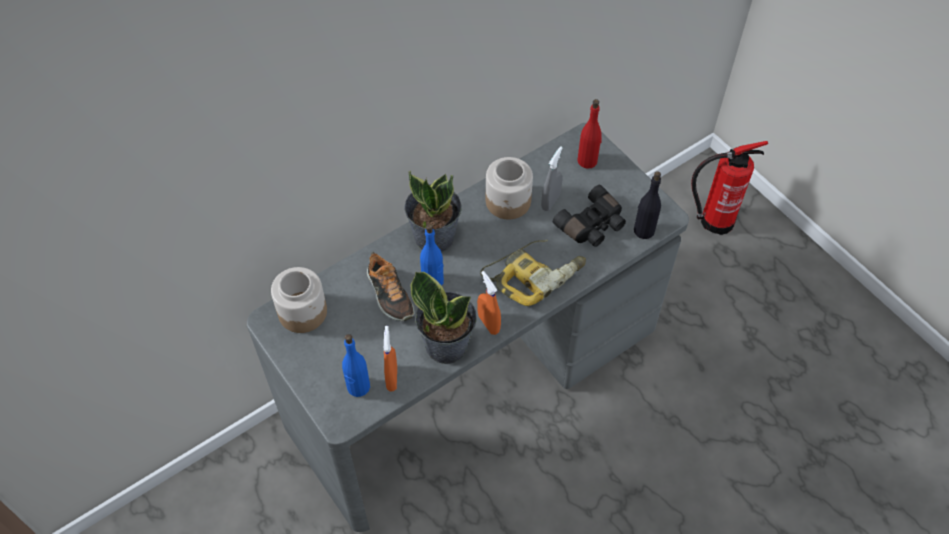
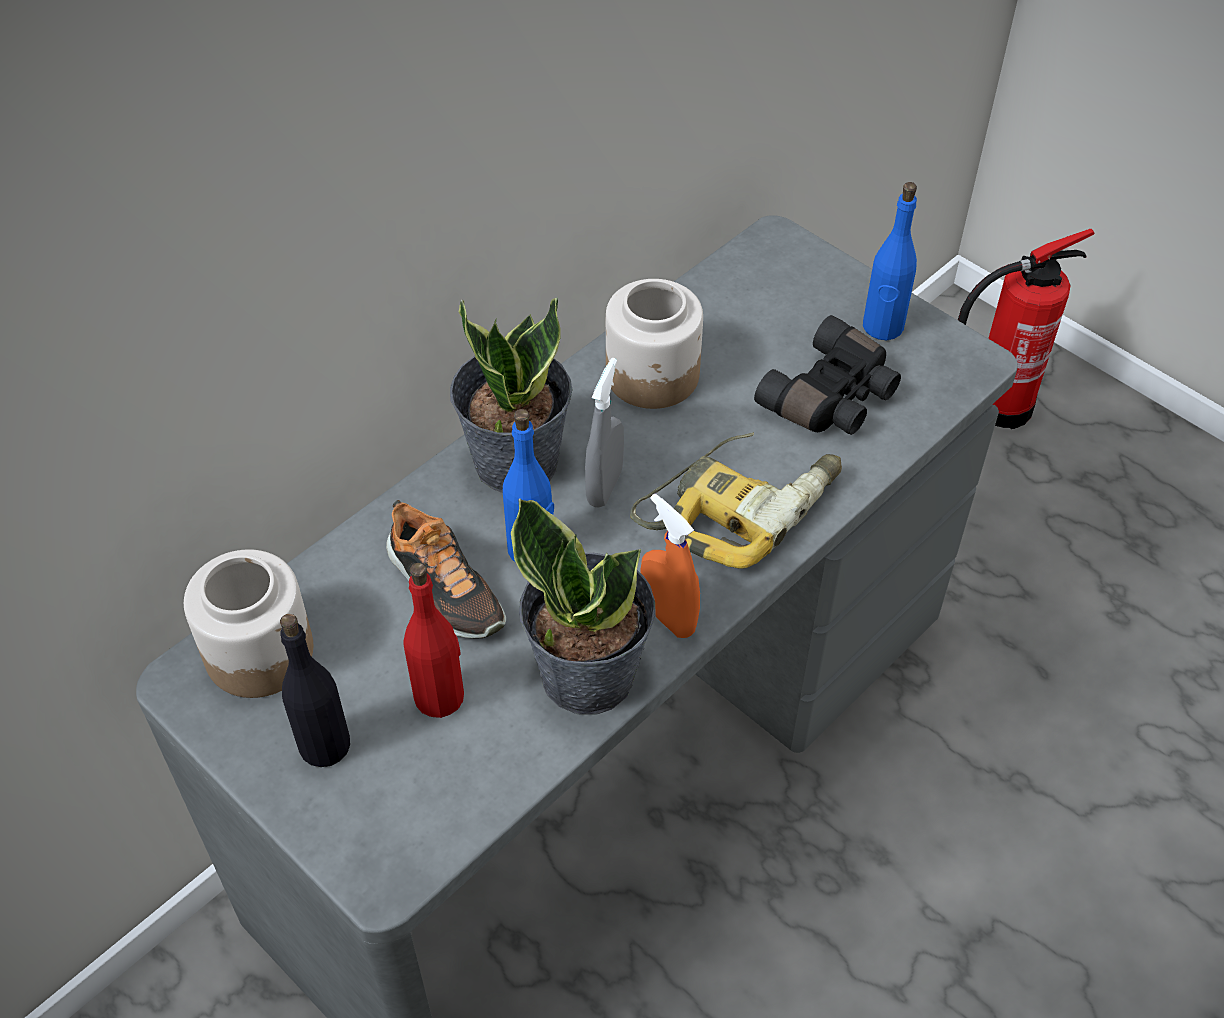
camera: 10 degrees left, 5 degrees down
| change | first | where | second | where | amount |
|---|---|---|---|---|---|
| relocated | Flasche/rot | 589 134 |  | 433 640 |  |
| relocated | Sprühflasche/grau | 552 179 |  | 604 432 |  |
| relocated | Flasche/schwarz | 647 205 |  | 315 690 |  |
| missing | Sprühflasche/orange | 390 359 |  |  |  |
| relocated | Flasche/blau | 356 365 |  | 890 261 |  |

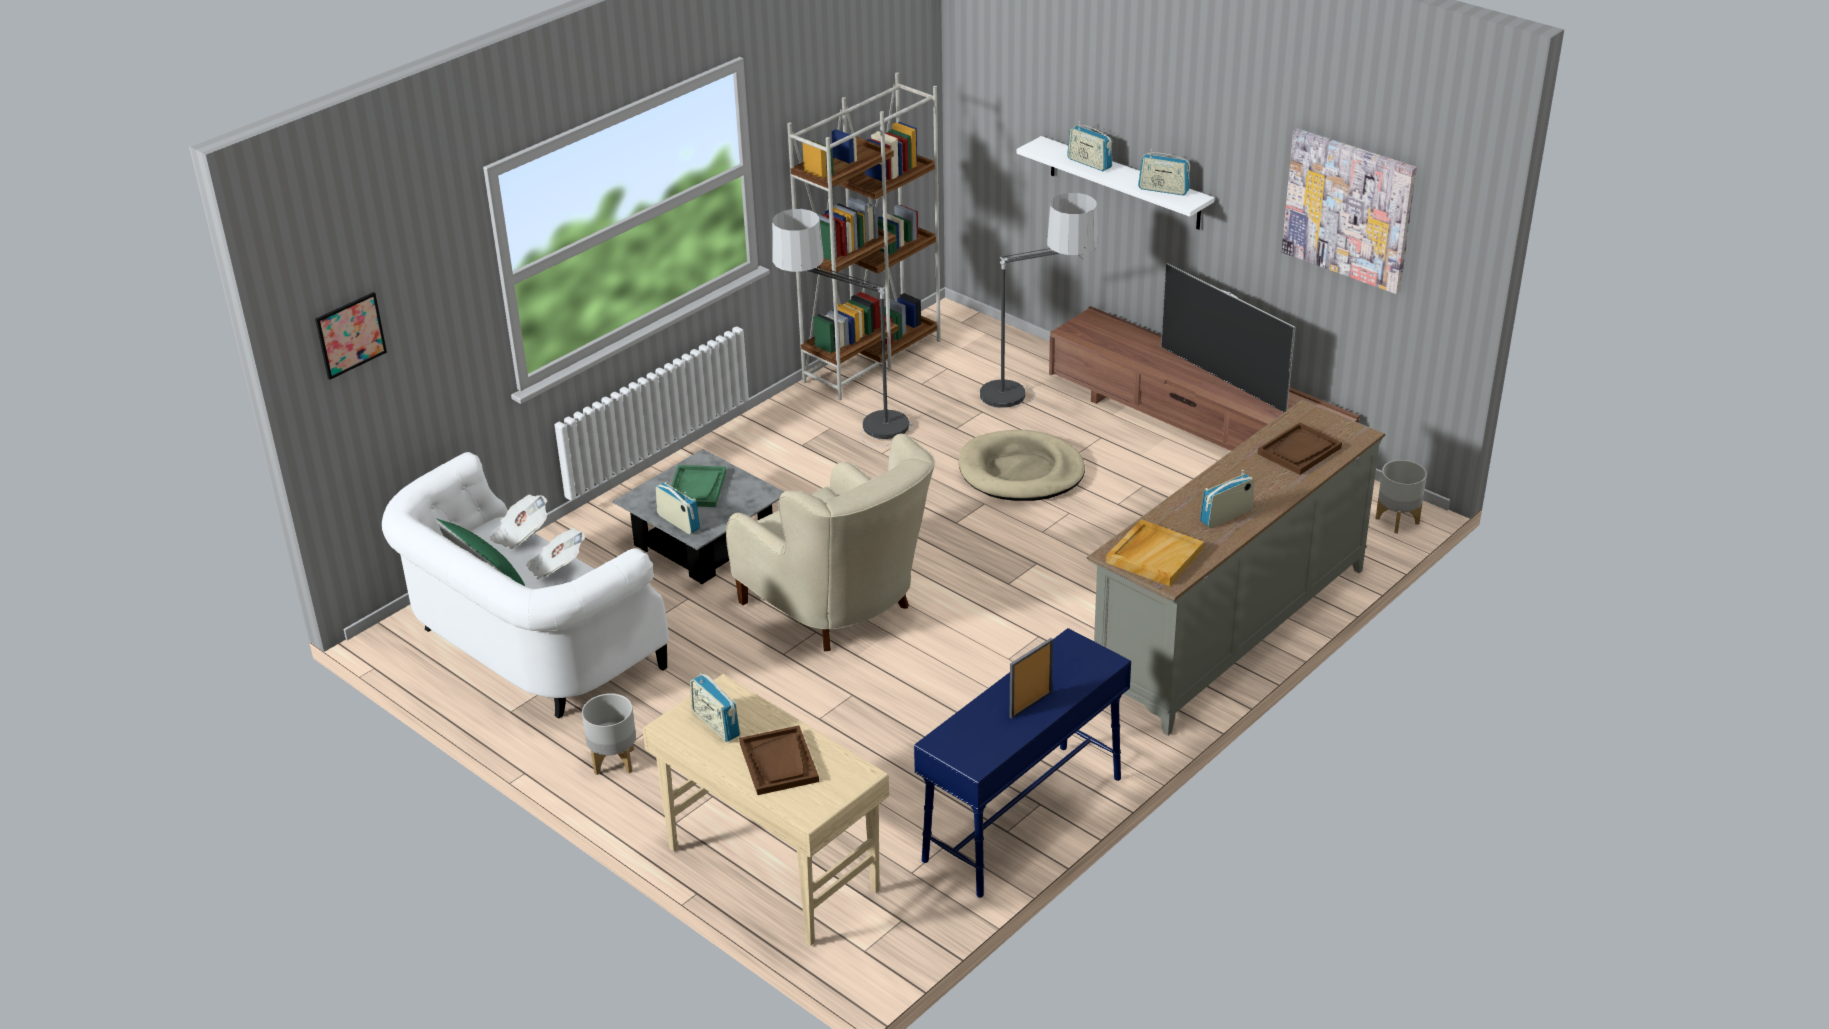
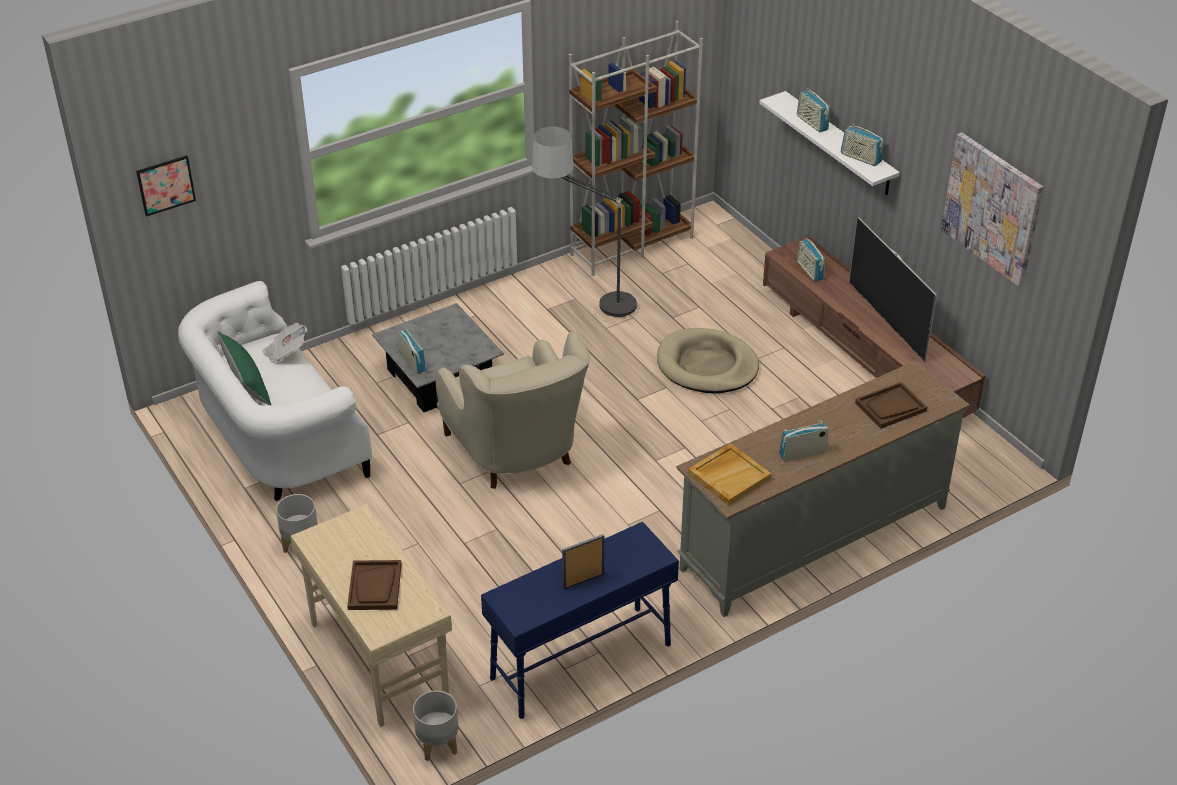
camera: 15 degrees right, 5 degrees up
| change | first | where | second | where | amount |
|---|---|---|---|---|---|
| missing | Stehlampe | 1038 300 |  |  |  |
| relocated | Pflanzkübel/grau | 1401 496 |  | 435 725 |  |
| missing | Tablett/grün | 698 486 |  |  |  |
| missing | Zeitung | 555 553 |  |  |  |
| relocated | Radio | 715 707 |  | 811 259 |  |

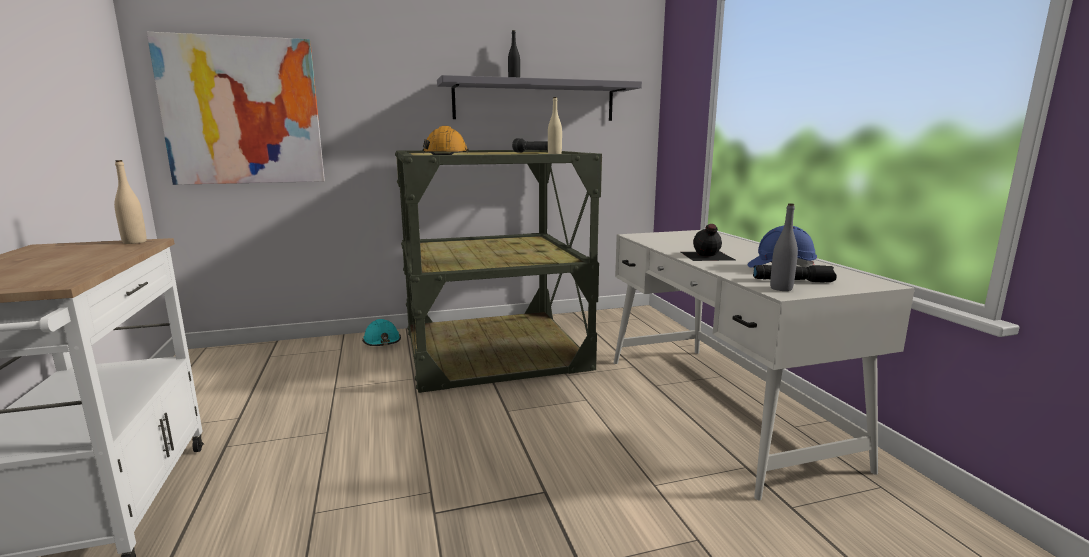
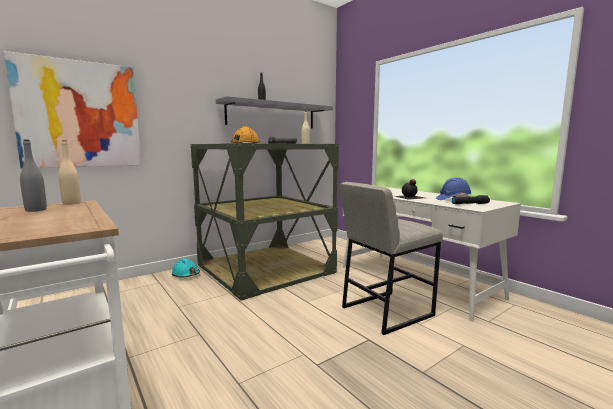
camera: 20 degrees left, 5 degrees down
| change | first | where | second | where | amount |
|---|---|---|---|---|---|
| relocated | Flasche/grau | 784 247 |  | 33 176 |  |
| appeared |  |  | Stuhl/grau | 391 258 |  |

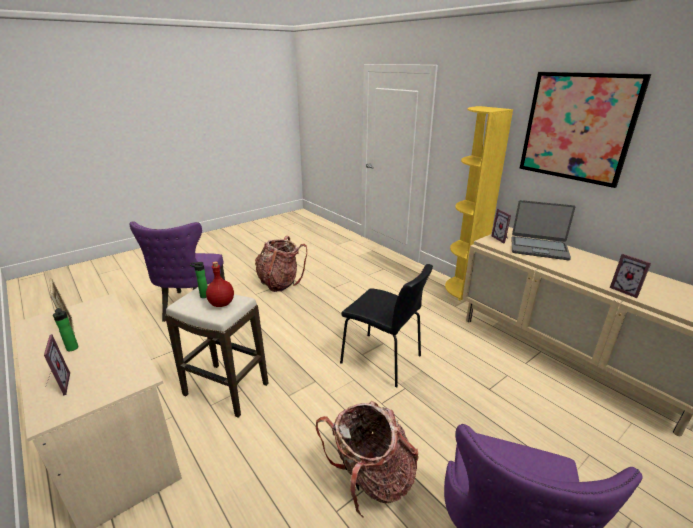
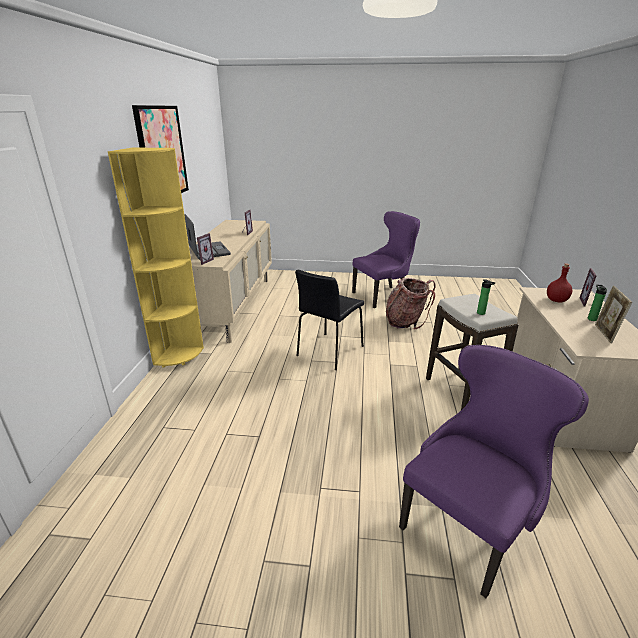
camera: 135 degrees left, 0 degrees up
| change | first | where | second | where | amount |
|---|---|---|---|---|---|
| missing | Rucksack | 281 264 |  |  |  |
| relocated | Flasche/rot | 220 284 |  | 559 282 |  |
| spun | Stuhl/schwarz | 386 325 |  | 329 320 | 135 degrees counterclockwise |

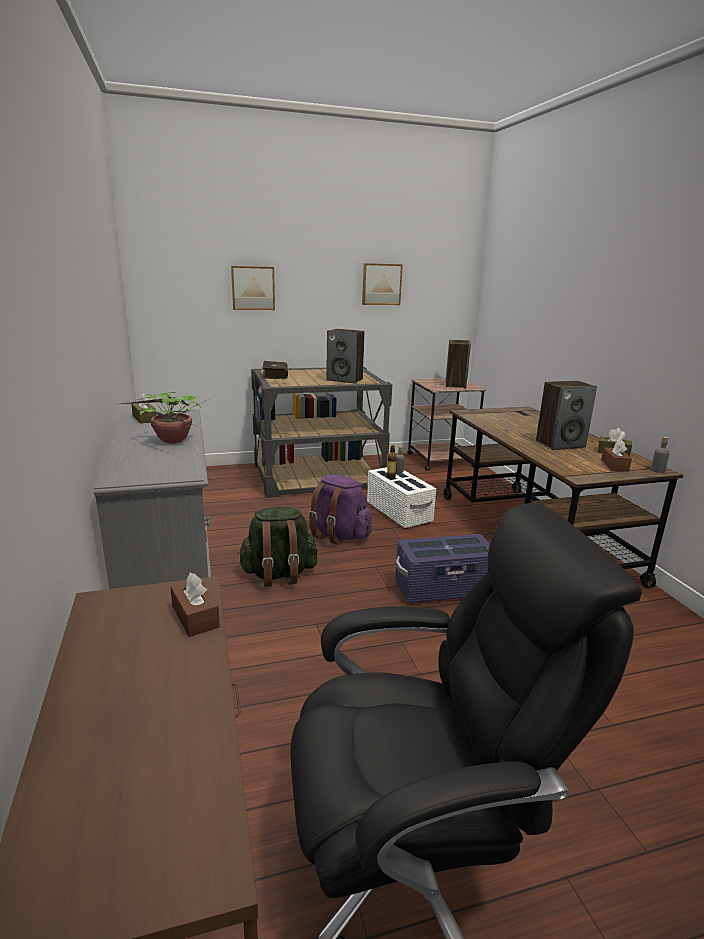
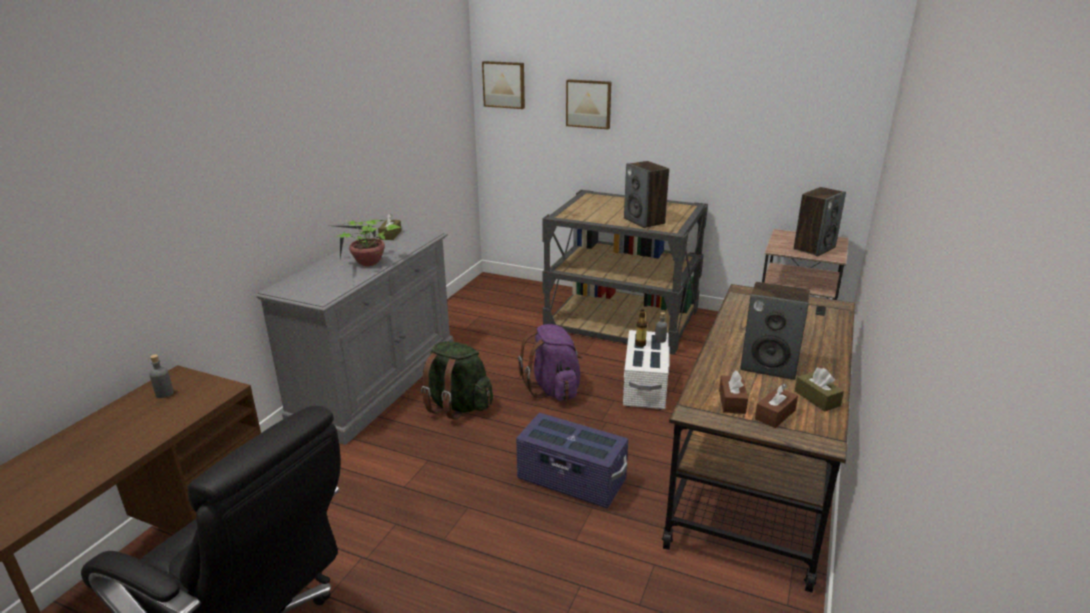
camera: 40 degrees right, 5 degrees up
| change | first | where | second | where | amount |
|---|---|---|---|---|---|
| relocated | Bild | 382 284 |  | 503 85 |  |
| missing | Buch | 275 370 |  |  |  |
| relocated | Flasche/grau | 660 455 |  | 161 376 |  |
| relocated | Taschentuchbox/braun | 195 605 |  | 733 392 |  |

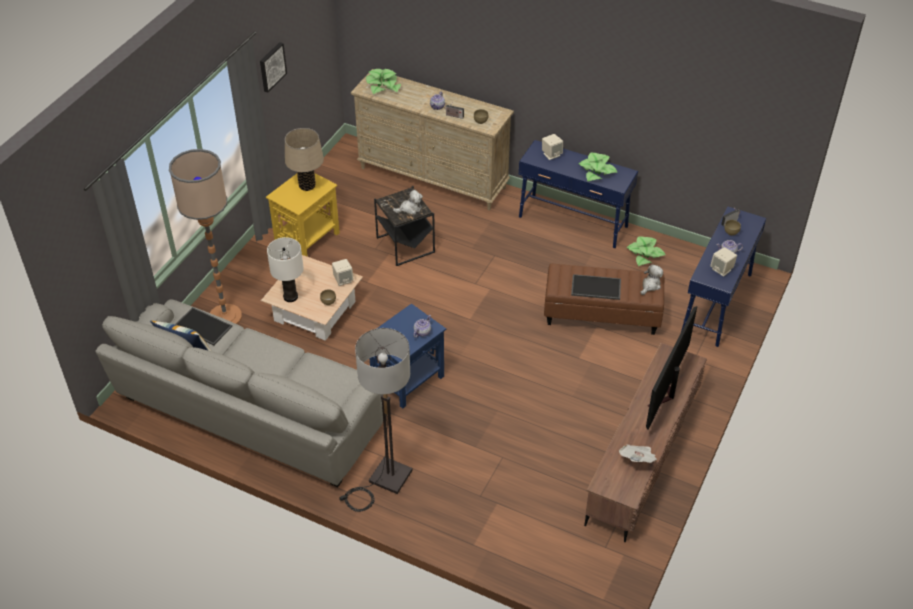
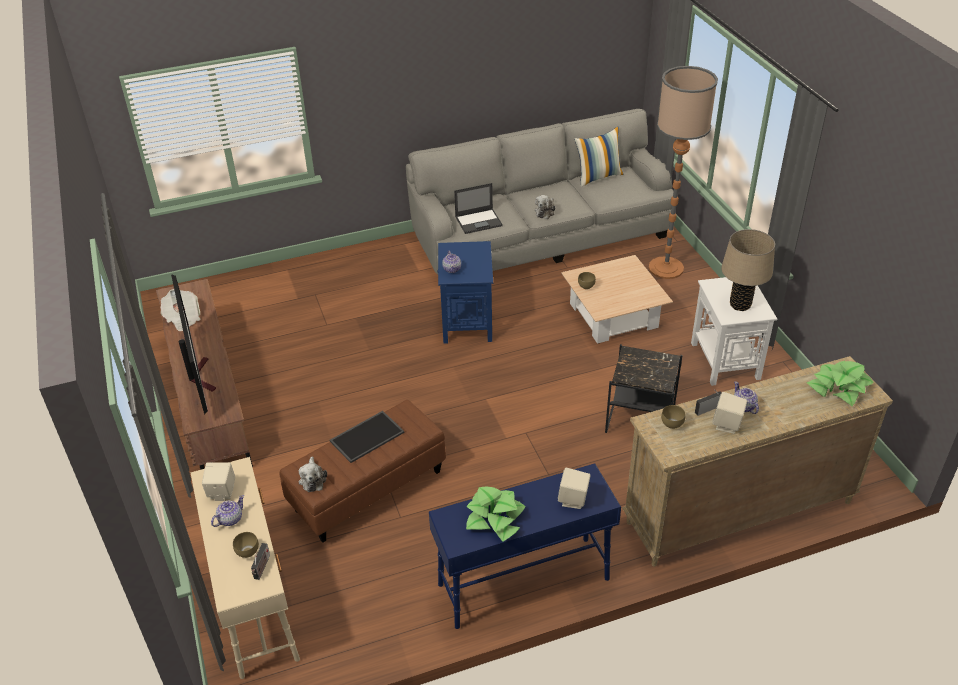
camera: 135 degrees right, 5 degrees down
| change | first | where | second | where | amount |
|---|---|---|---|---|---|
| missing | Bild | 273 67 |  |  |  |
| colour | Beistelltisch/gelb | 303 215 | Beistelltisch/weiß | 734 331 |  |
| relocated | Plüschtier | 408 202 |  | 545 207 |  |
| colour | Konsolentisch/blau | 723 276 | Konsolentisch/beige | 245 568 |  |
| missing | Topfpflanze | 645 251 |  |  |  |
| missing | Tischlampe/weiß | 285 269 |  |  |  |
| relocated | Lautsprecher/beige | 343 272 |  | 729 413 |  |
| missing | Tablett | 203 326 |  |  |  |
| missing | Stehlampe | 375 420 |  |  |  |
| appeared |  |  | Laptop | 478 208 |  |

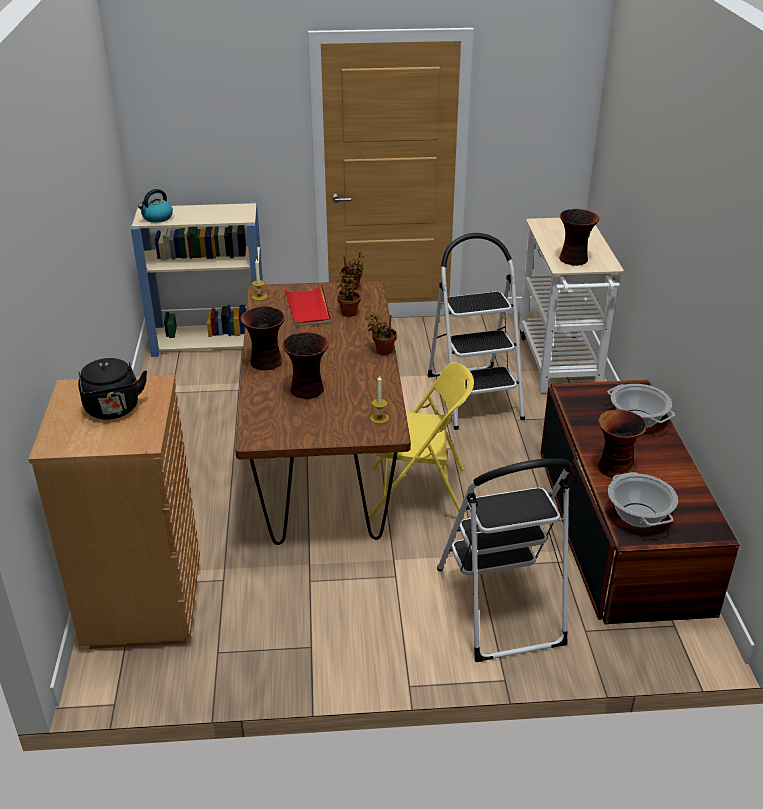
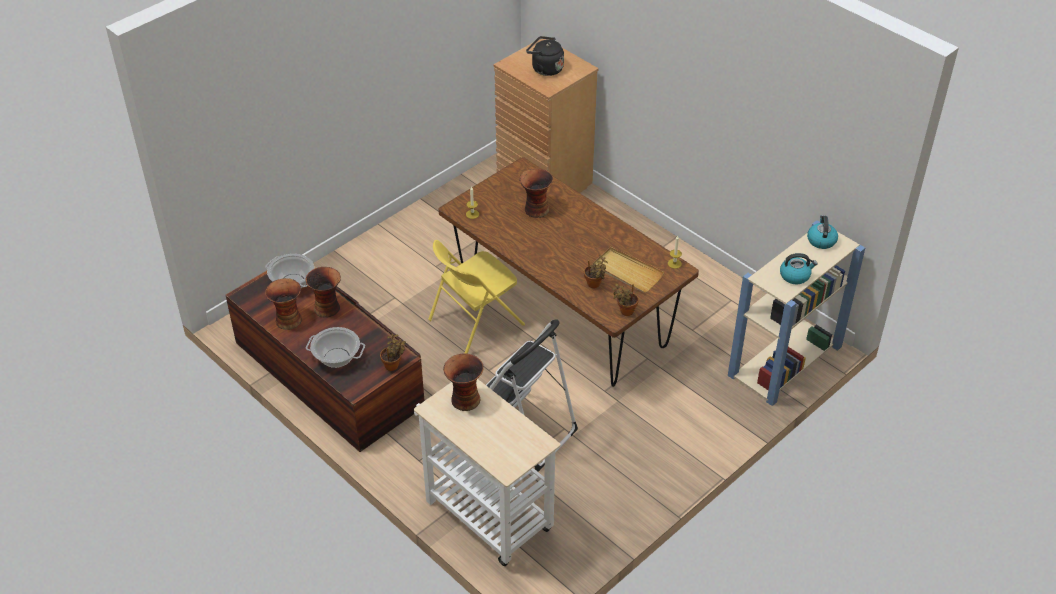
camera: 140 degrees right, 10 degrees up
| change | first | where | second | where | amount |
|---|---|---|---|---|---|
| colour | Tablett/rot | 307 305 | Tablett/beige | 628 270 |  |
| relocated | Vase | 262 338 |  | 283 304 |  |
| relocated | Topfpflanze | 381 334 |  | 393 352 |  |
| missing | Trittleiter | 504 560 |  |  |  |
| appeared |  |  | Wasserkessel | 799 268 |  |

